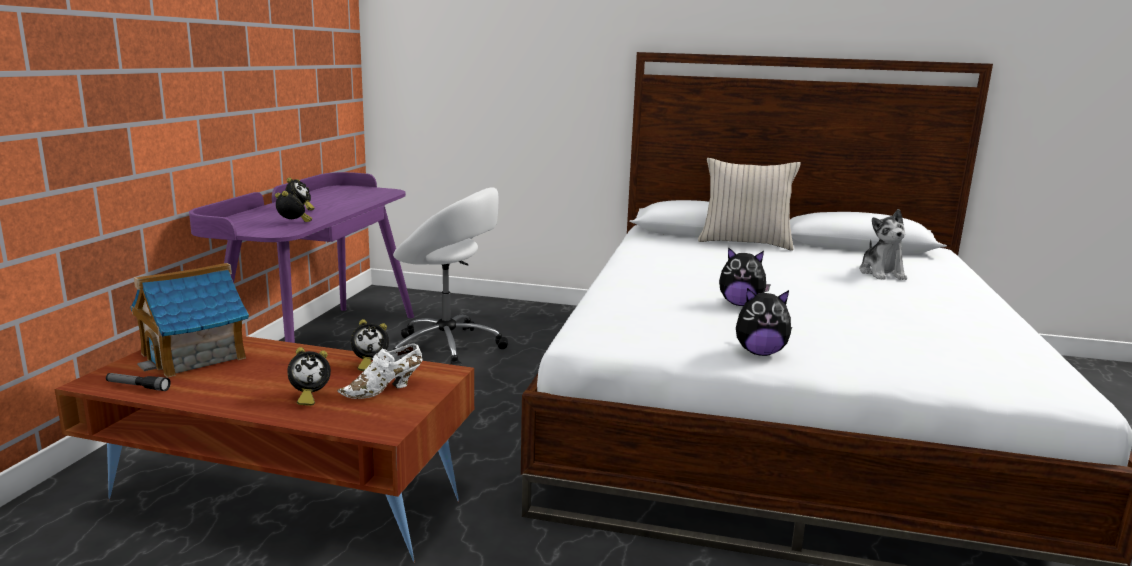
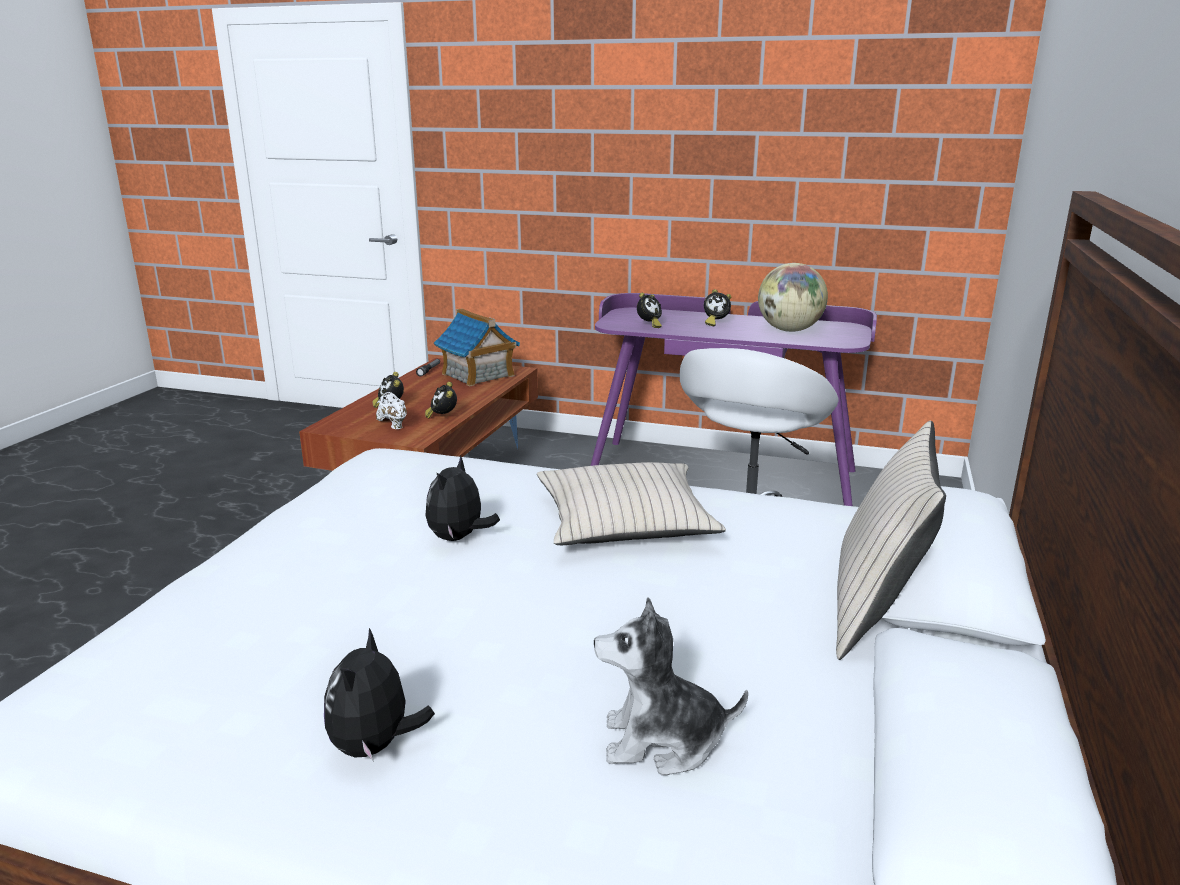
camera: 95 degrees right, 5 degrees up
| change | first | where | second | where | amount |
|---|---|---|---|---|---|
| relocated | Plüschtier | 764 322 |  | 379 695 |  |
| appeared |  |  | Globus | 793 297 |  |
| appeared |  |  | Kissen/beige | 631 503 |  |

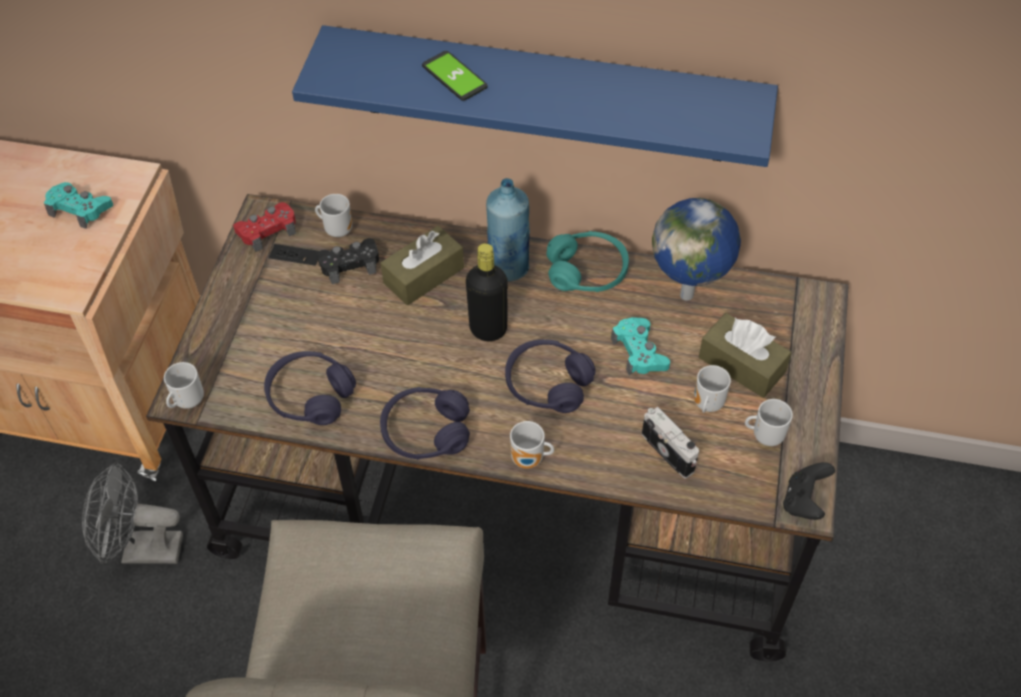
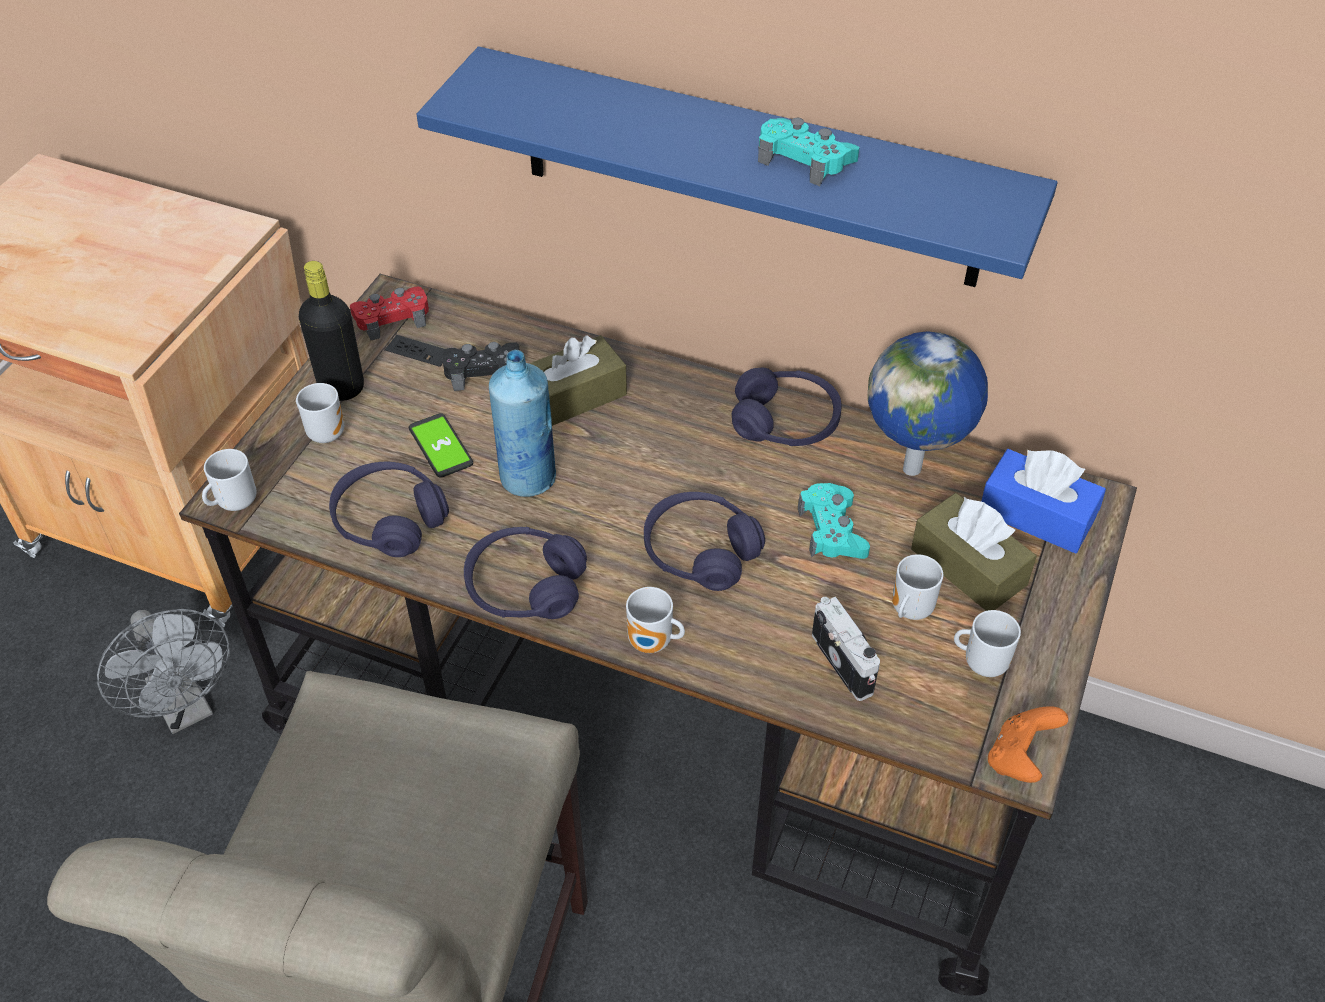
camera: 10 degrees right, 5 degrees down
| change | first | where | second | where | amount |
|---|---|---|---|---|---|
| relocated | Handy | 455 76 |  | 441 445 |  |
| relocated | Flasche/blau | 508 229 |  | 522 423 |  |
| relocated | Gamepad/türkis | 78 205 |  | 808 152 |  |
| relocated | Henkelbecher | 333 215 |  | 320 413 |  |
| colour | Kopfhörer/türkis | 587 261 | Kopfhörer/lila | 787 407 |  |
| relocated | Flasche/schwarz | 487 292 |  | 331 331 |  |
| spun | Ventilator/grau | 132 513 |  | 163 671 | 135 degrees counterclockwise |
| colour | Gamepad/schwarz | 809 491 | Gamepad/orange | 1028 744 |  |
| appeared |  |  | Taschentuchbox/blau | 1043 501 |  |

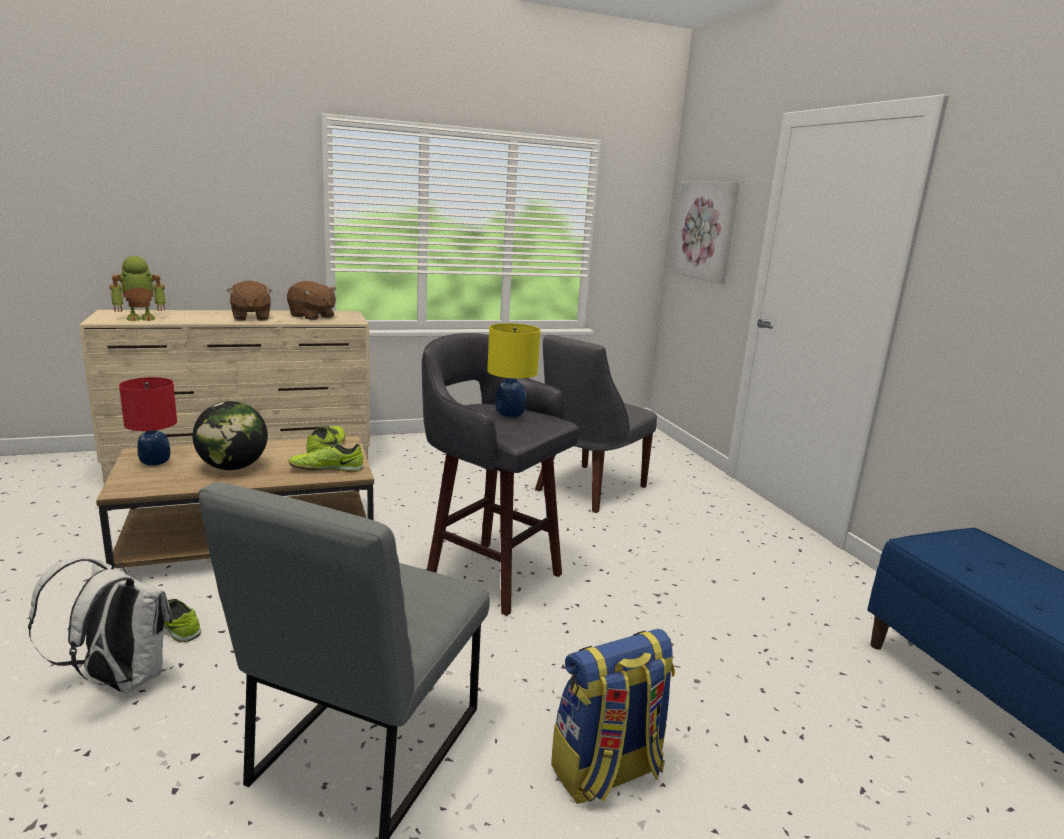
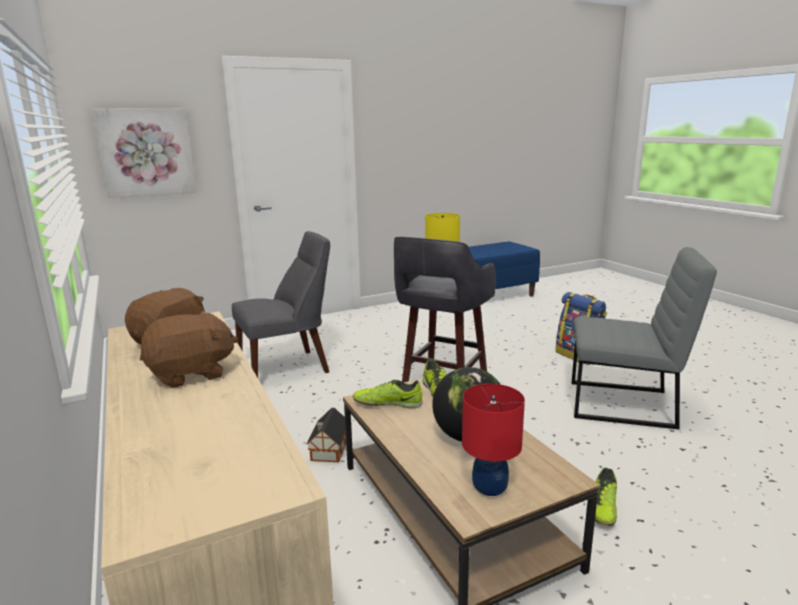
camera: 95 degrees left, 0 degrees up
| change | first | where | second | where | amount |
|---|---|---|---|---|---|
| missing | Spielzeugroboter | 137 289 |  |  |  |
| spun | Stuhl/grau | 596 423 |  | 281 304 | 60 degrees counterclockwise |
| missing | Rucksack/weiß | 100 625 |  |  |  |
| appeared |  |  | Spielzeughaus | 326 435 |  |

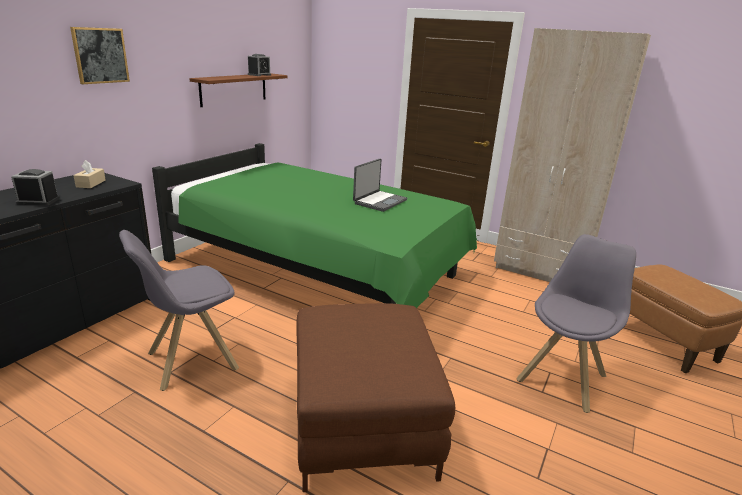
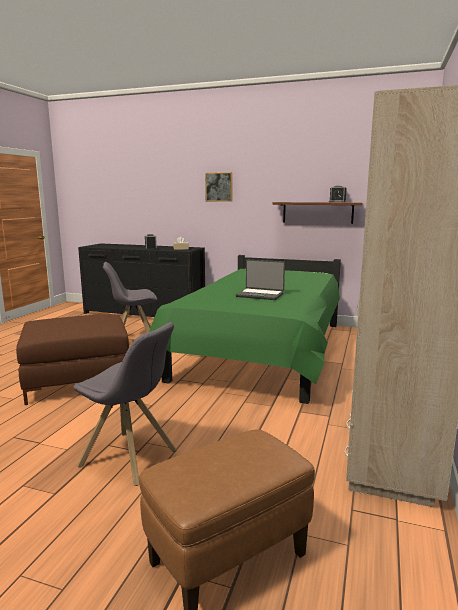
camera: 80 degrees right, 10 degrees down
| change | first | where | second | where | amount |
|---|---|---|---|---|---|
| spun | Stuhl/grau | 179 310 |  | 130 297 | 60 degrees counterclockwise |

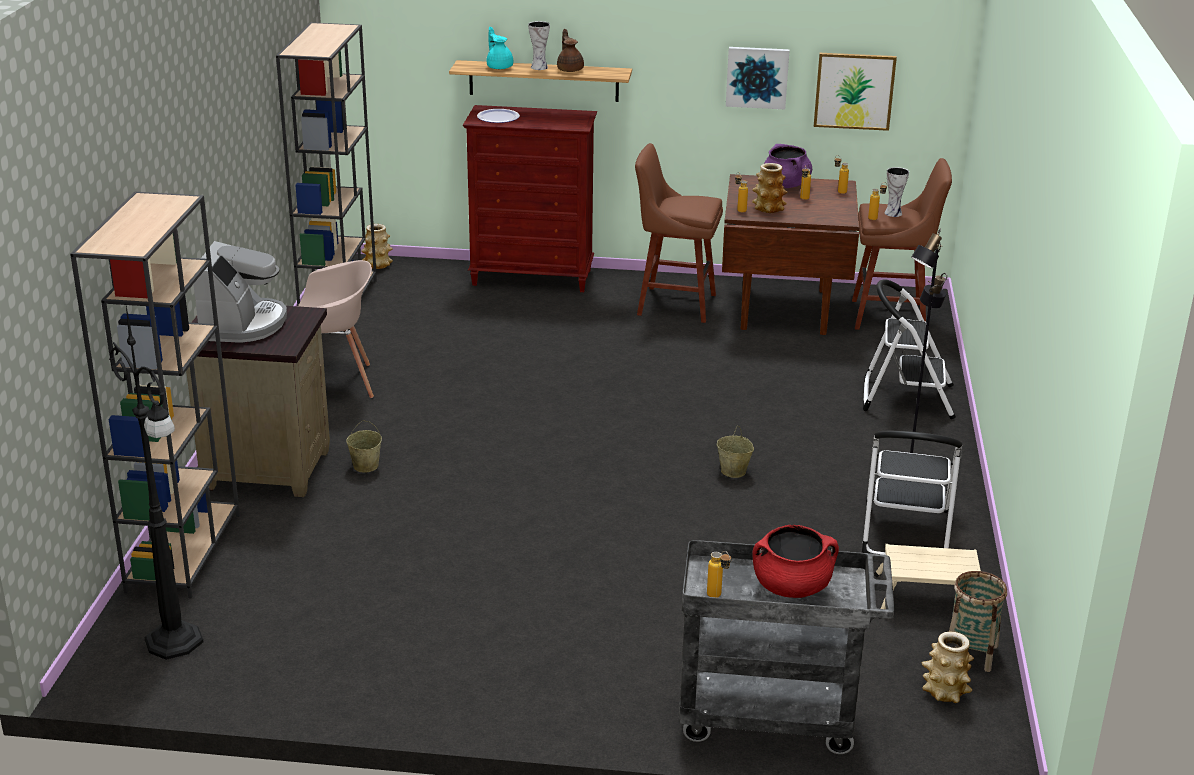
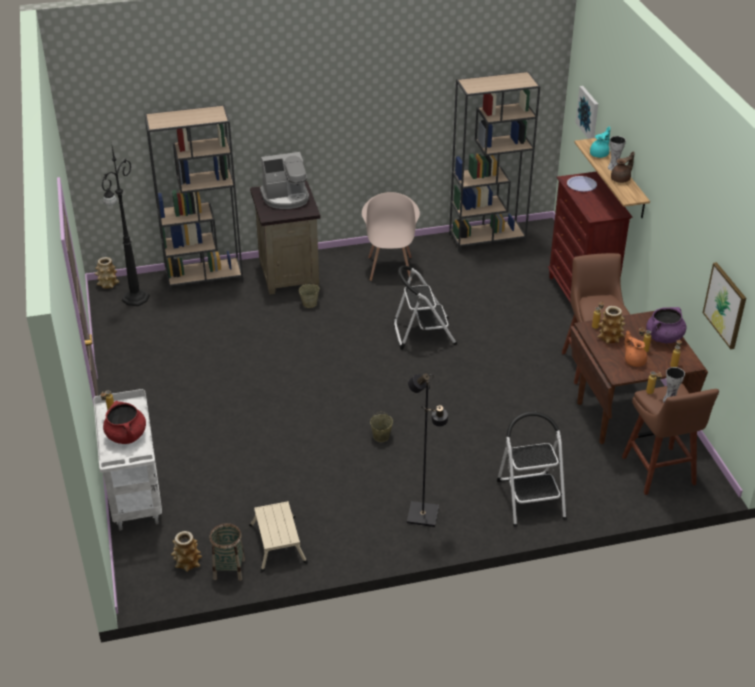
camera: 70 degrees right, 10 degrees up
| change | first | where | second | where | amount |
|---|---|---|---|---|---|
| relocated | Bild | 758 78 |  | 586 112 |  |
| relocated | Vase | 377 246 |  | 106 273 |  |
| spun | Stuhl/beige | 336 329 |  | 391 236 | 150 degrees counterclockwise |
| relocated | Trittleiter | 912 493 |  | 425 308 |  |
| colour | Rollwagen/schwarz | 786 647 | Rollwagen/weiß | 128 460 |  |
| appeared |  |  | Teekanne/orange | 636 349 |  |

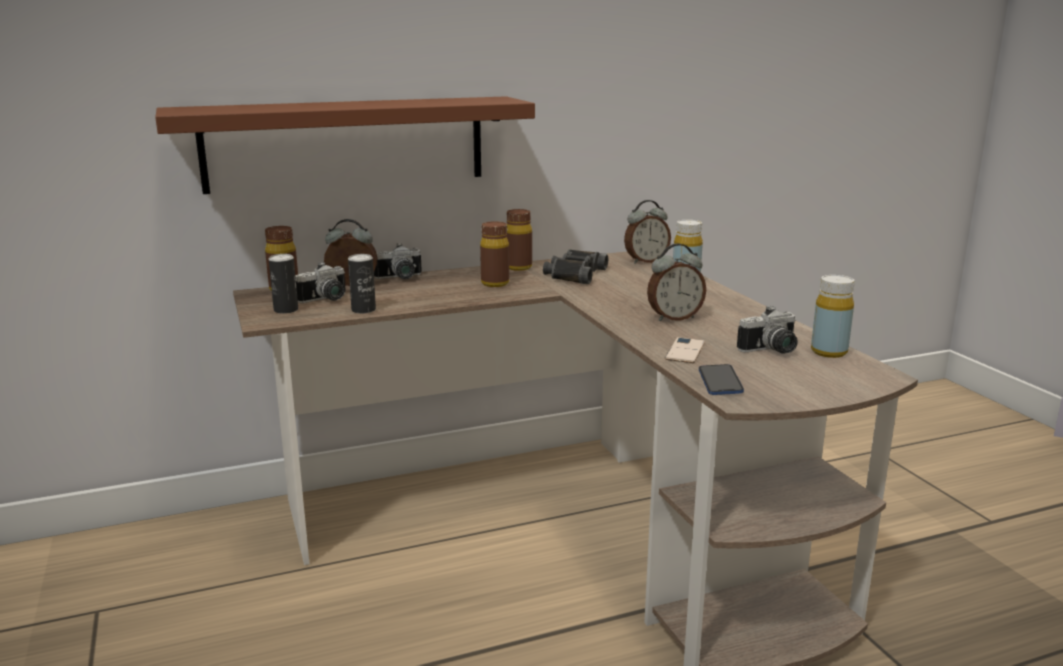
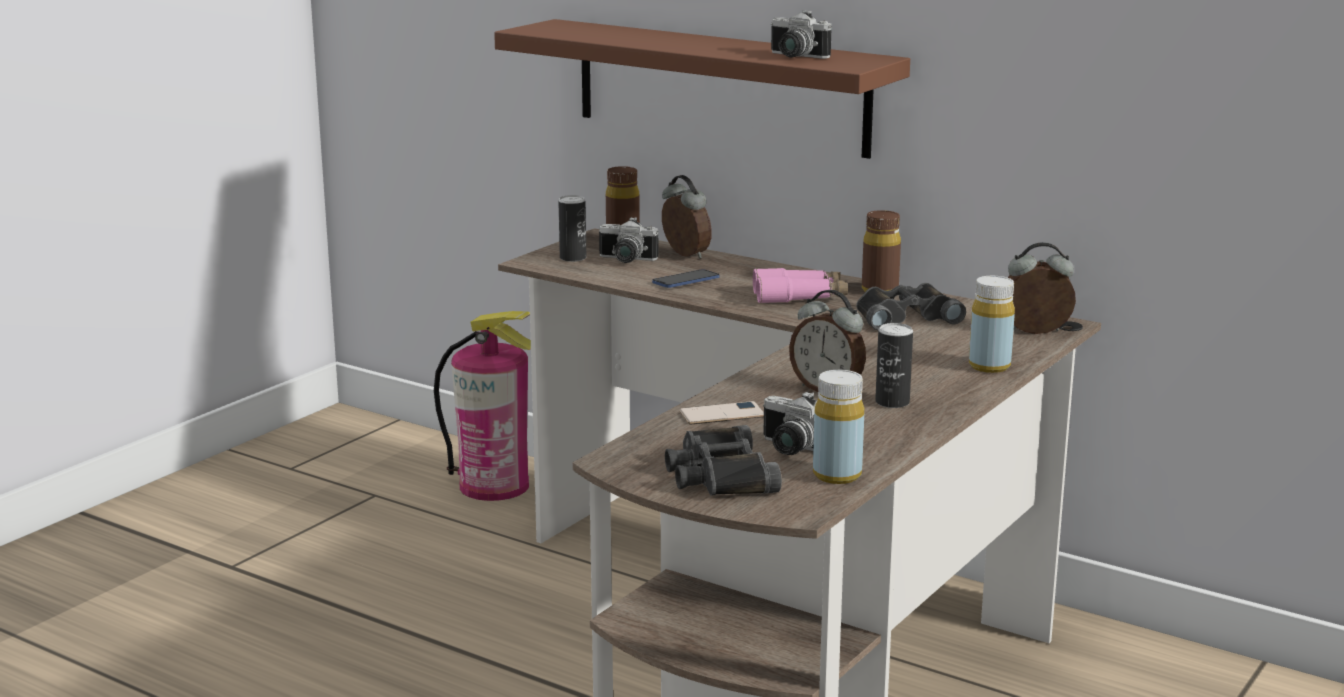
camera: 55 degrees right, 0 degrees up
| change | first | where | second | where | amount |
|---|---|---|---|---|---|
| spun | Wecker | 647 232 |  | 1042 288 | 150 degrees clockwise |
| exchanged | Flasche/braun | 494 254 | Fernglas/rosa | 800 285 |  |
| relocated | Kamera | 398 261 |  | 801 34 |  |
| relocated | Dose | 362 284 |  | 894 365 |  |
| relocated | Handy | 721 379 |  | 685 279 |  |
| appeared |  |  | Feuerlöscher | 482 406 |  |
| appeared |  |  | Fernglas/schwarz | 723 460 |  |

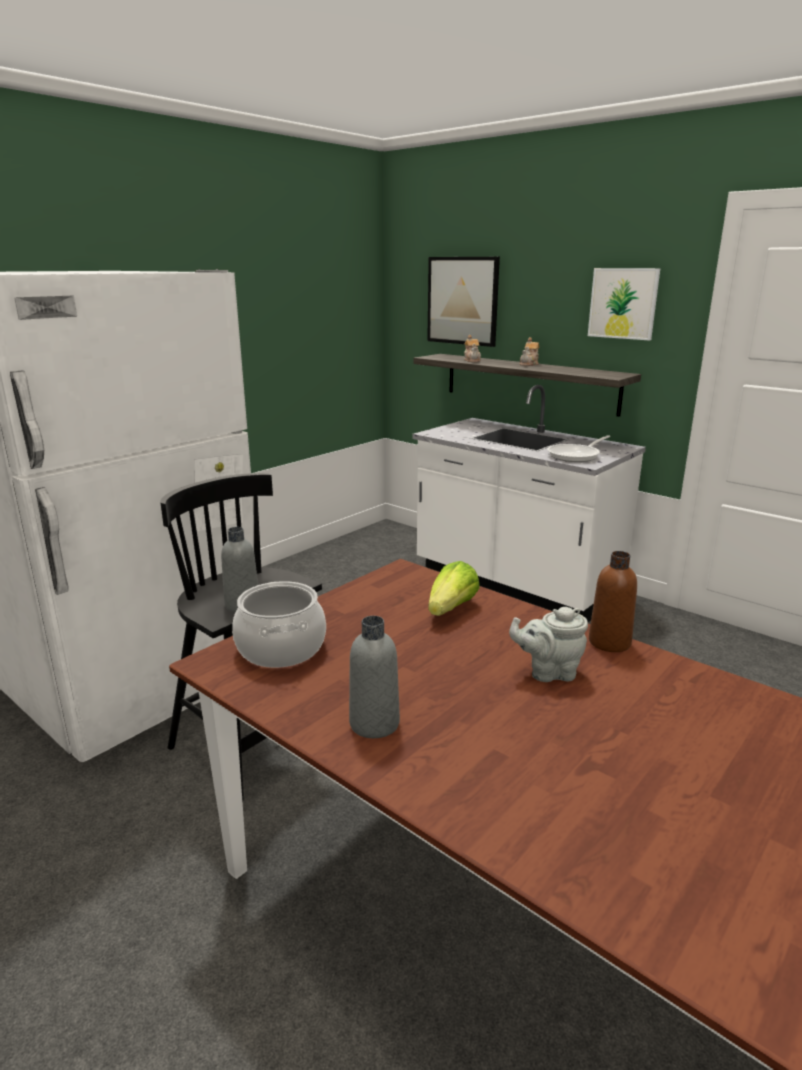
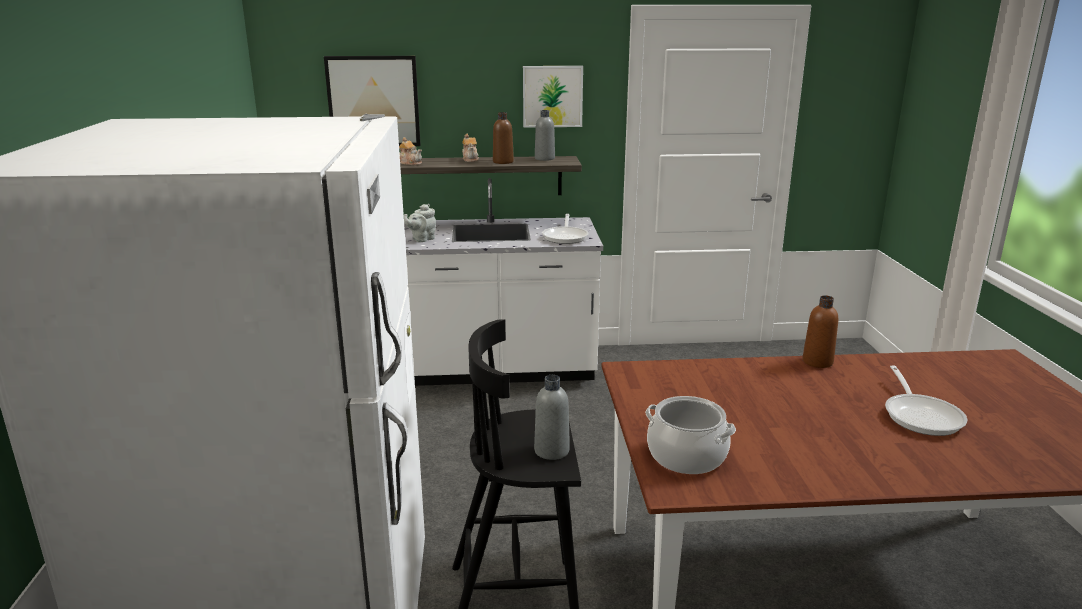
camera: 45 degrees left, 0 degrees up
| change | first | where | second | where | amount |
|---|---|---|---|---|---|
| missing | Salatkopf | 454 588 |  |  |  |
| relocated | Teekanne/grau | 548 644 |  | 420 223 |  |
| relocated | Flasche/grau | 374 677 |  | 545 135 |  |
| appeared |  |  | Flasche/braun | 503 138 |  |
| appeared |  |  | Pfanne | 926 400 |  |

